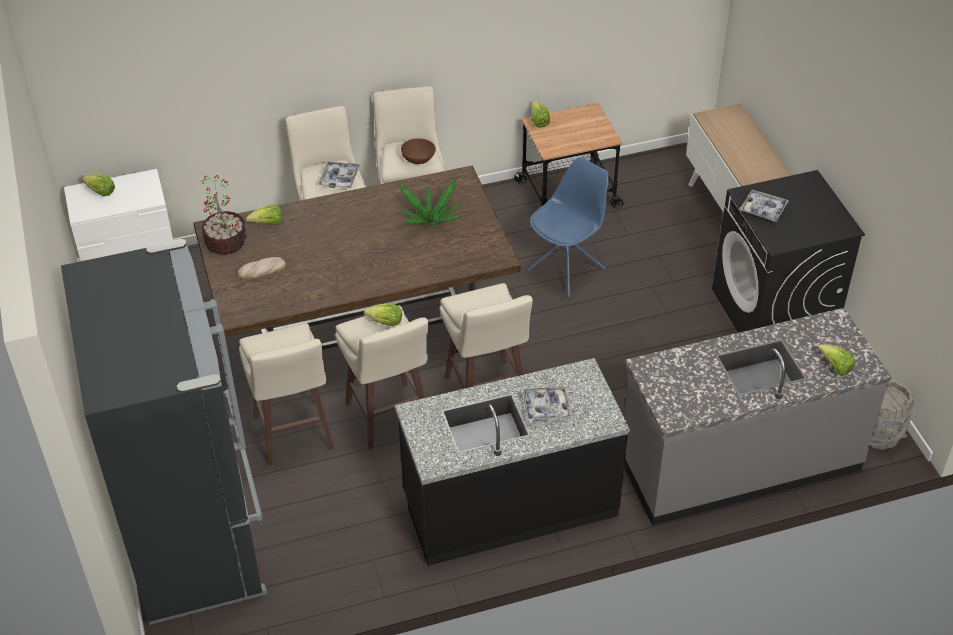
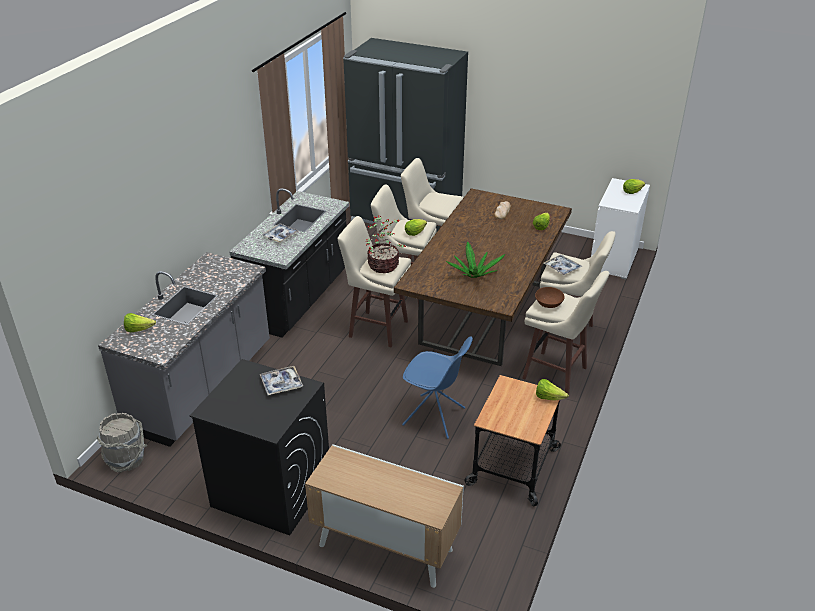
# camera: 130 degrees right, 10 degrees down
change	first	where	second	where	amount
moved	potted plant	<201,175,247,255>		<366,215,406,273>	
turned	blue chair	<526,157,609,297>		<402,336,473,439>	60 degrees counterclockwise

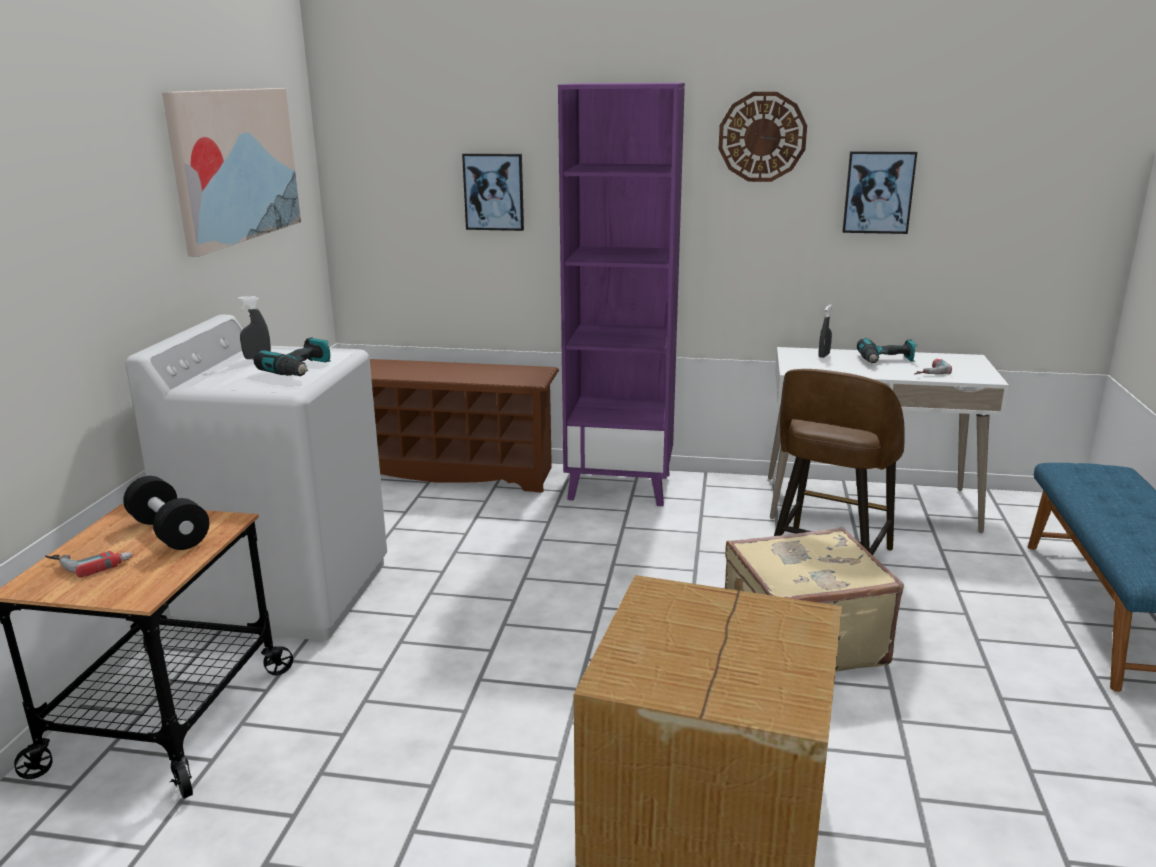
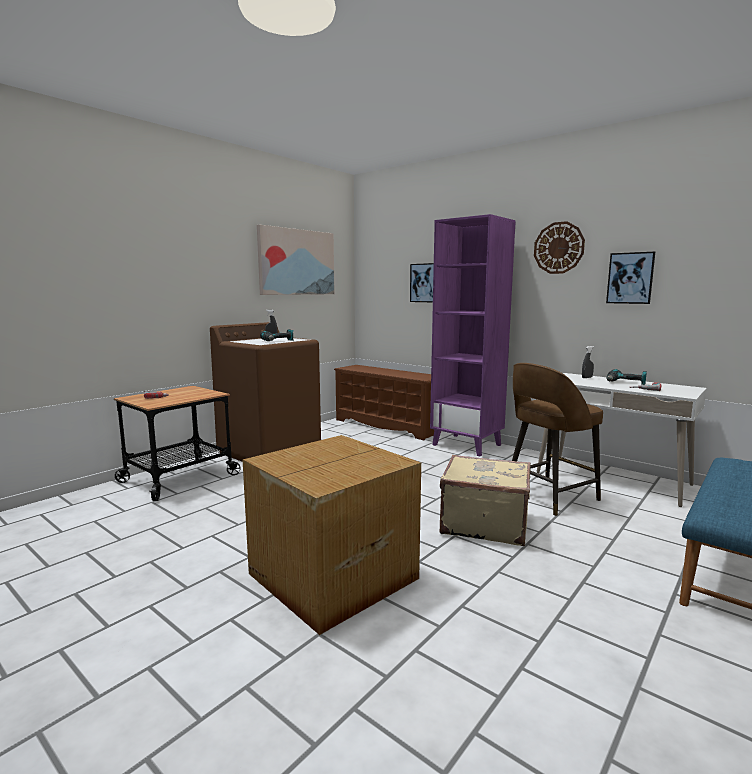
# camera: 30 degrees right, 10 degrees down
change	first	where	second	where	amount
removed	black dumbbell	<123,476,209,550>			
recoloured	white washing machine	<125,315,387,641>	brown washing machine	<210,322,321,462>	

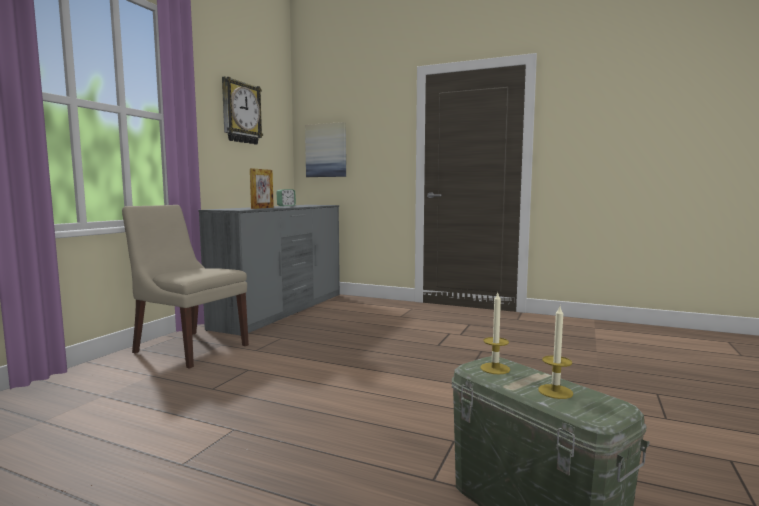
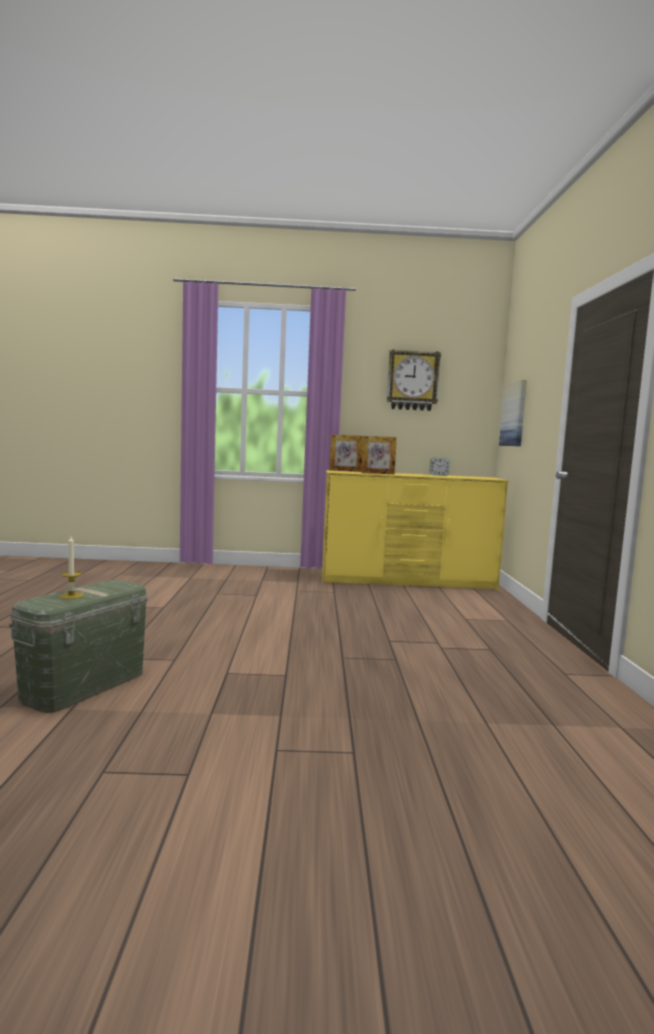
# camera: 65 degrees right, 0 degrees up
change	first	where	second	where	amount
removed	beige chair	<122,205,249,369>			
removed	candle	<480,293,510,374>			
added			picture frame	<329,435,363,472>	
recoloured	grey dresser	<198,205,340,336>	yellow dresser	<322,470,508,590>	

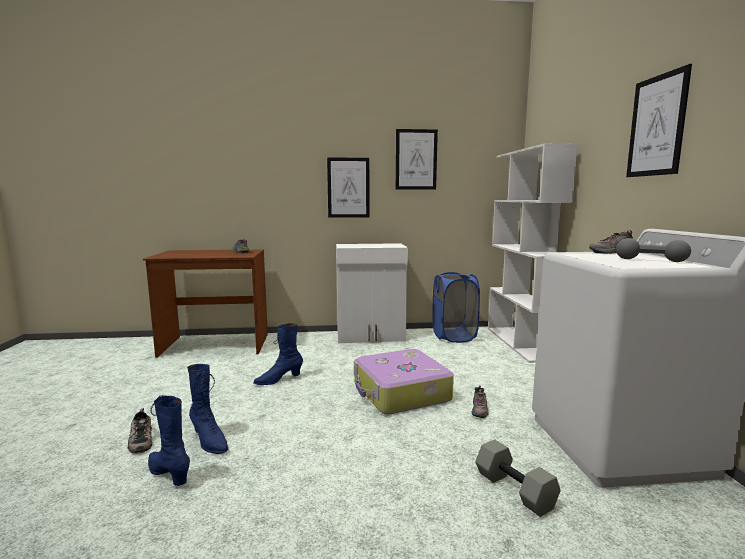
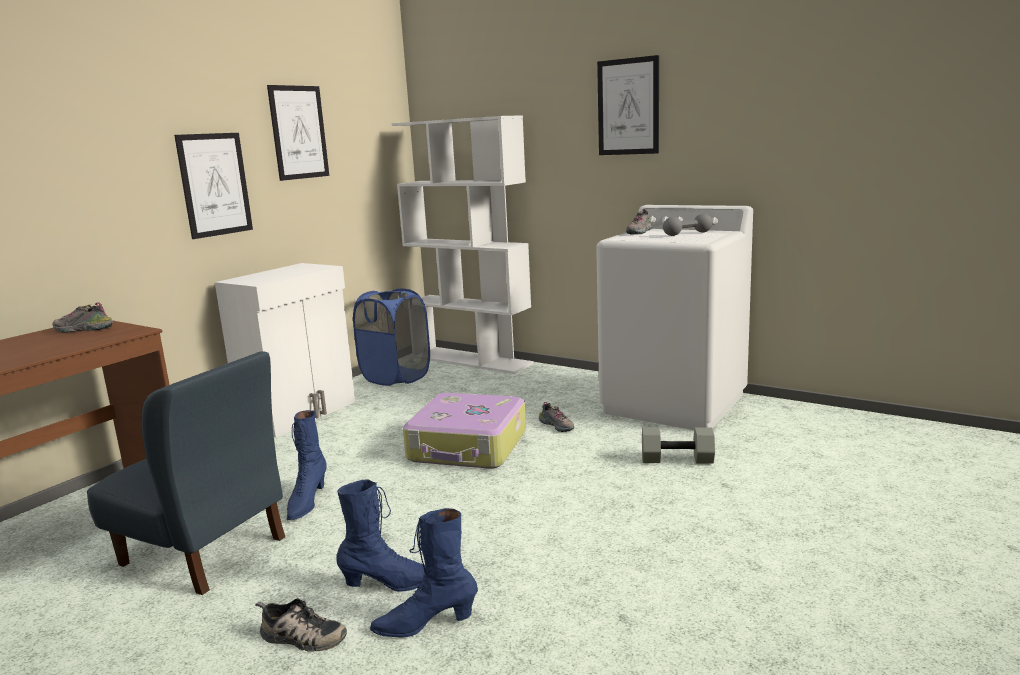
# camera: 50 degrees left, 5 degrees up
change	first	where	second	where	amount
added			blue chair	<87,351,285,595>	

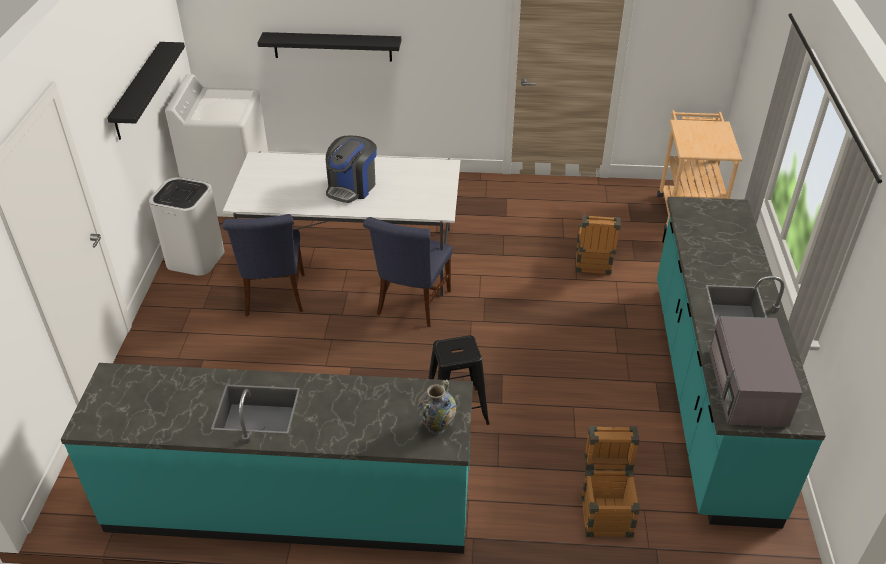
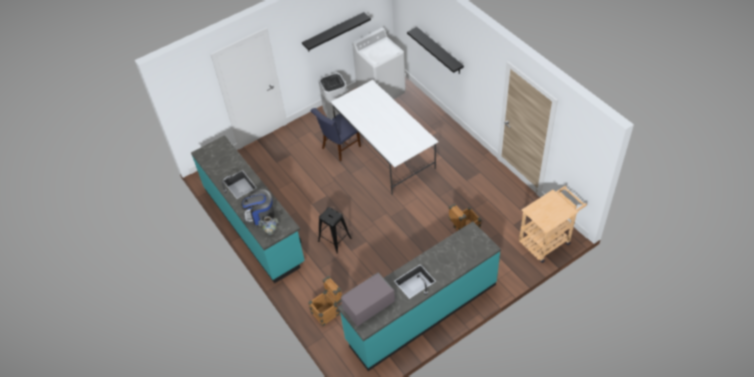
# camera: 55 degrees right, 10 degrees up
change	first	where	second	where	amount
removed	blue chair	<363,217,453,327>			
moved	coffee machine	<326,136,377,203>		<241,189,275,225>	

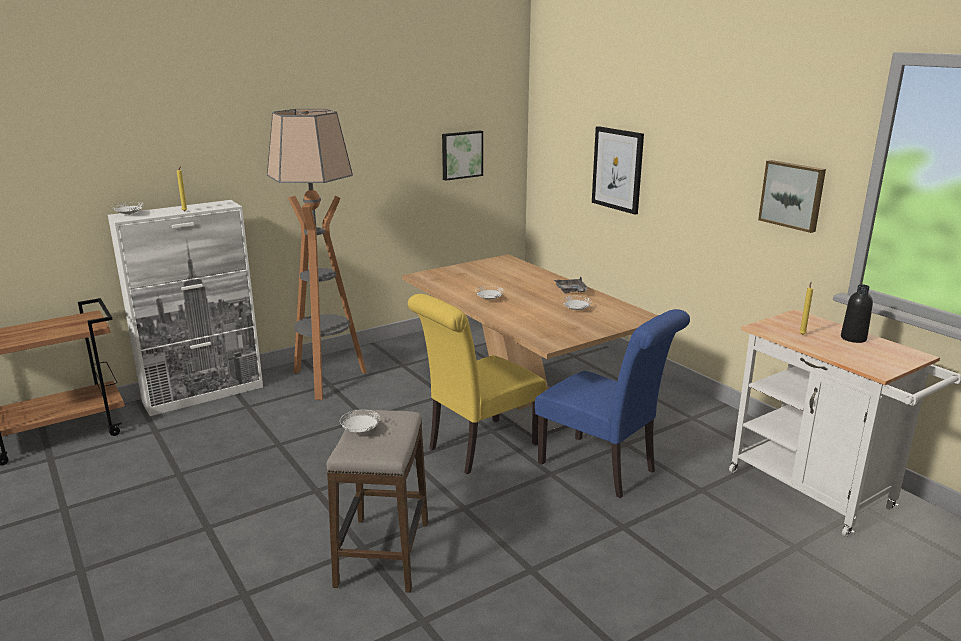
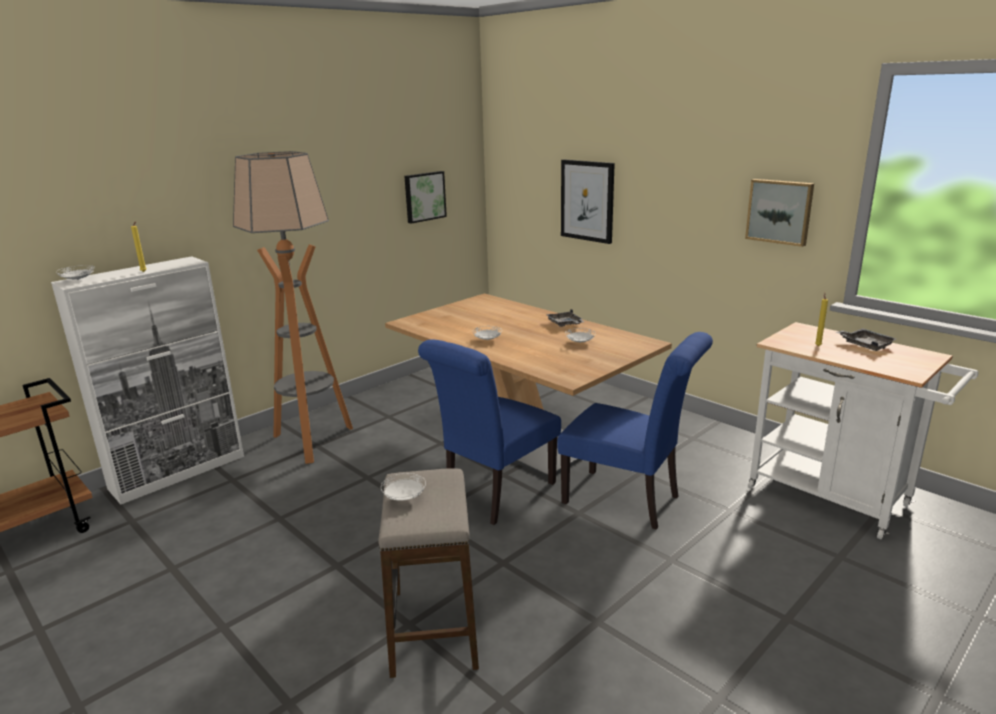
# camera: 10 degrees left, 0 degrees up
change	first	where	second	where	amount
replaced	black bottle	<841,284,873,343>	grey tray	<836,328,897,351>	
recoloured	yellow chair	<408,294,546,474>	blue chair	<418,340,561,525>	

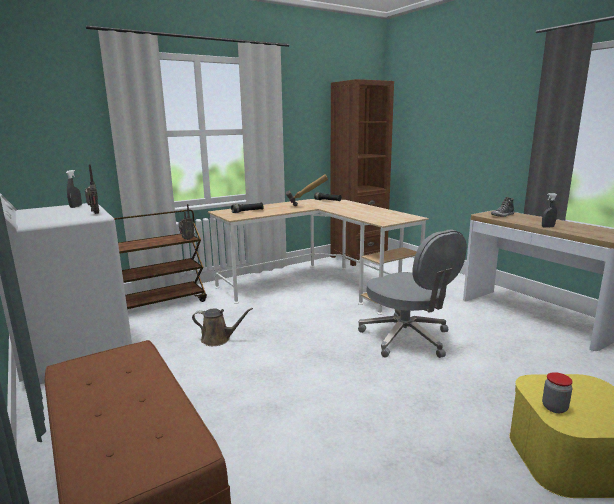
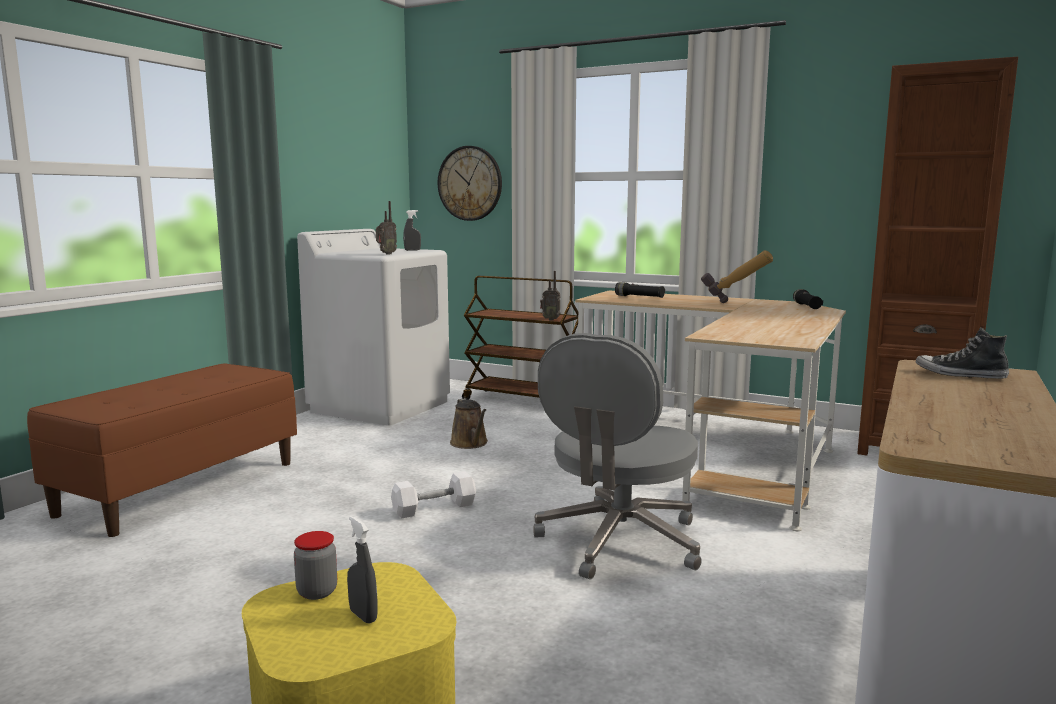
# camera: 60 degrees right, 5 degrees down
change	first	where	second	where	amount
added			white dumbbell	<391,471,476,519>	
added			wall clock	<438,146,502,221>	
moved	grey spray bottle	<542,193,557,228>		<347,516,378,624>	

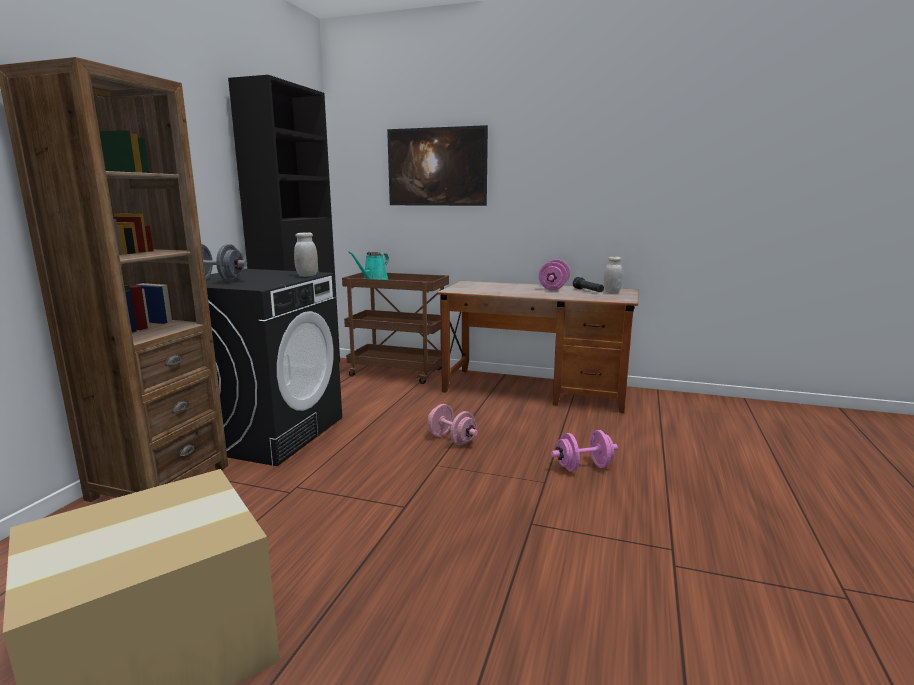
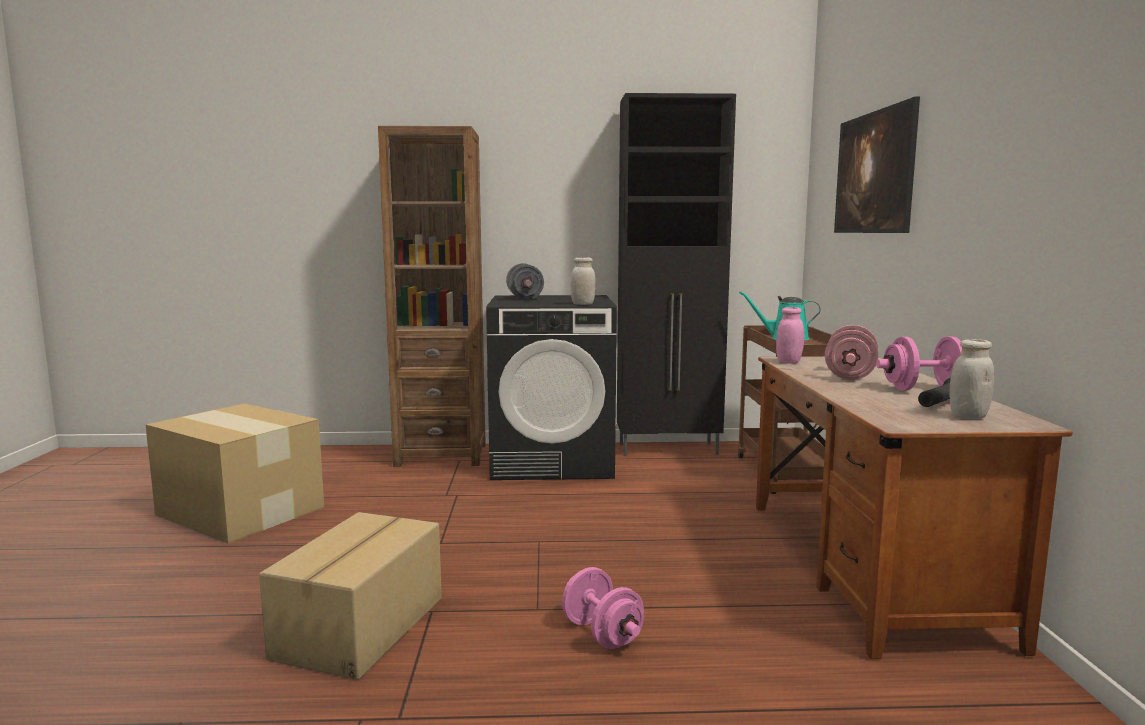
# camera: 70 degrees right, 5 degrees down
change	first	where	second	where	amount
added			cardboard box	<259,512,442,680>	
added			pink jar	<776,307,804,364>	
moved	pink dumbbell	<428,404,478,445>		<825,325,878,380>	

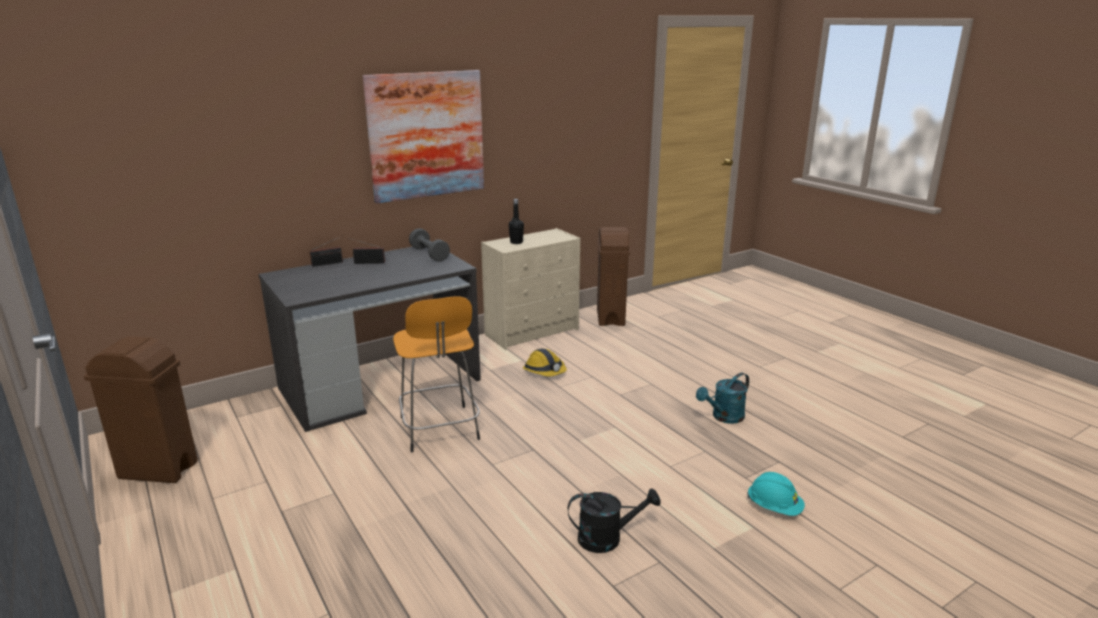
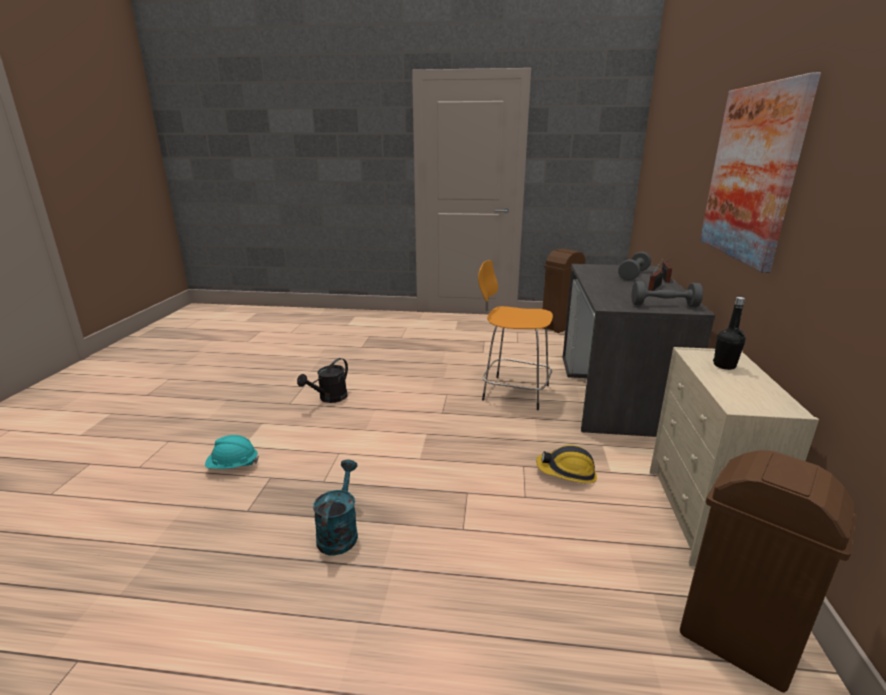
# camera: 130 degrees right, 0 degrees up
change	first	where	second	where	amount
added			grey dumbbell	<618,252,651,280>	

